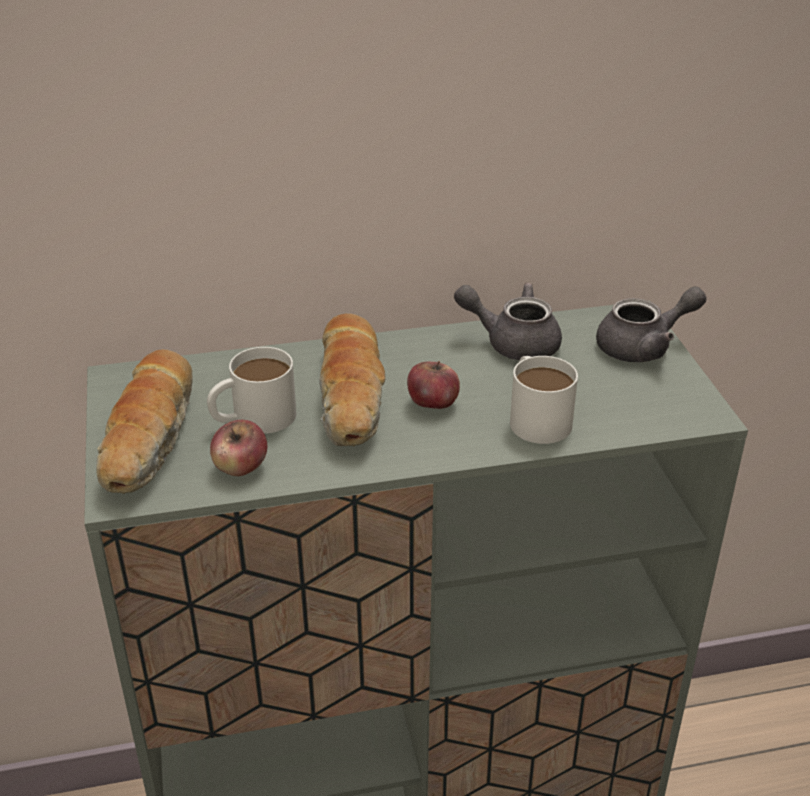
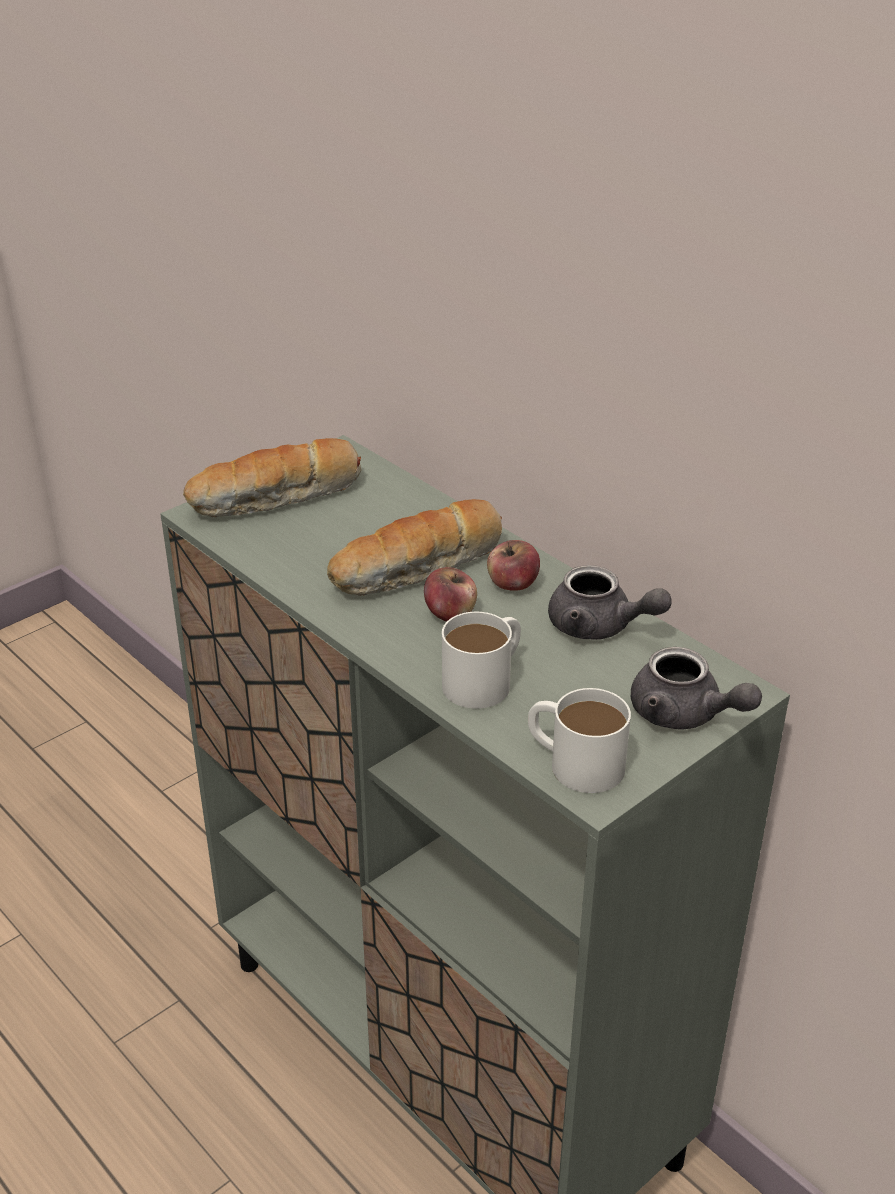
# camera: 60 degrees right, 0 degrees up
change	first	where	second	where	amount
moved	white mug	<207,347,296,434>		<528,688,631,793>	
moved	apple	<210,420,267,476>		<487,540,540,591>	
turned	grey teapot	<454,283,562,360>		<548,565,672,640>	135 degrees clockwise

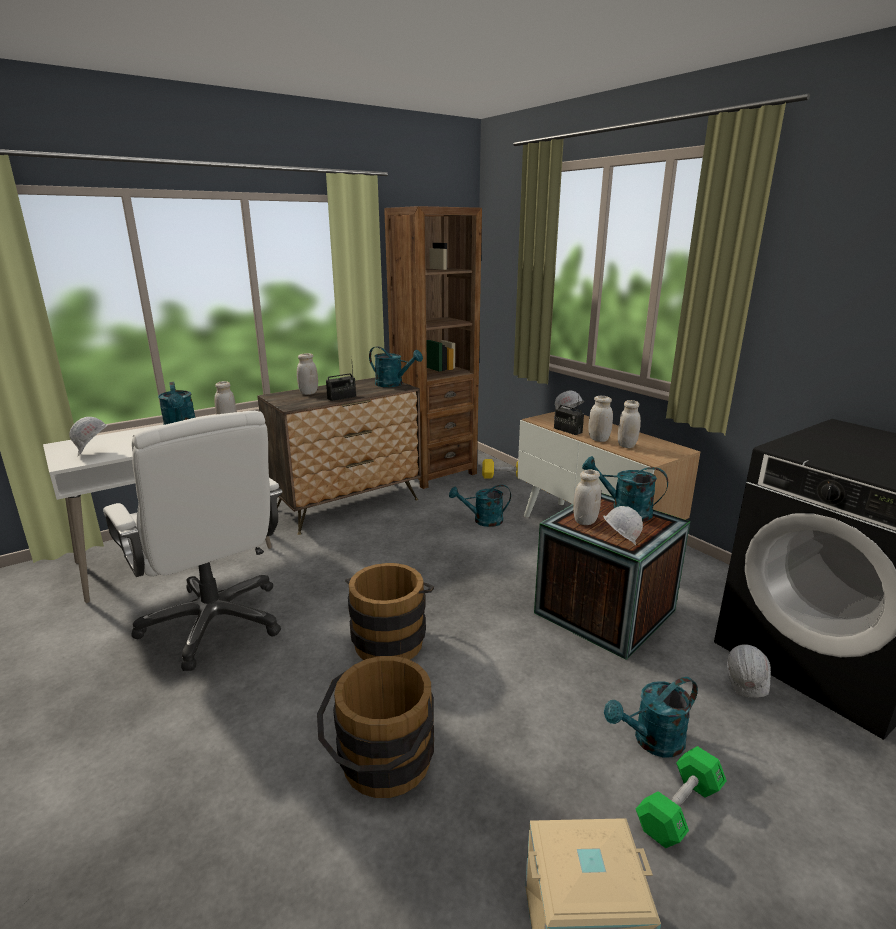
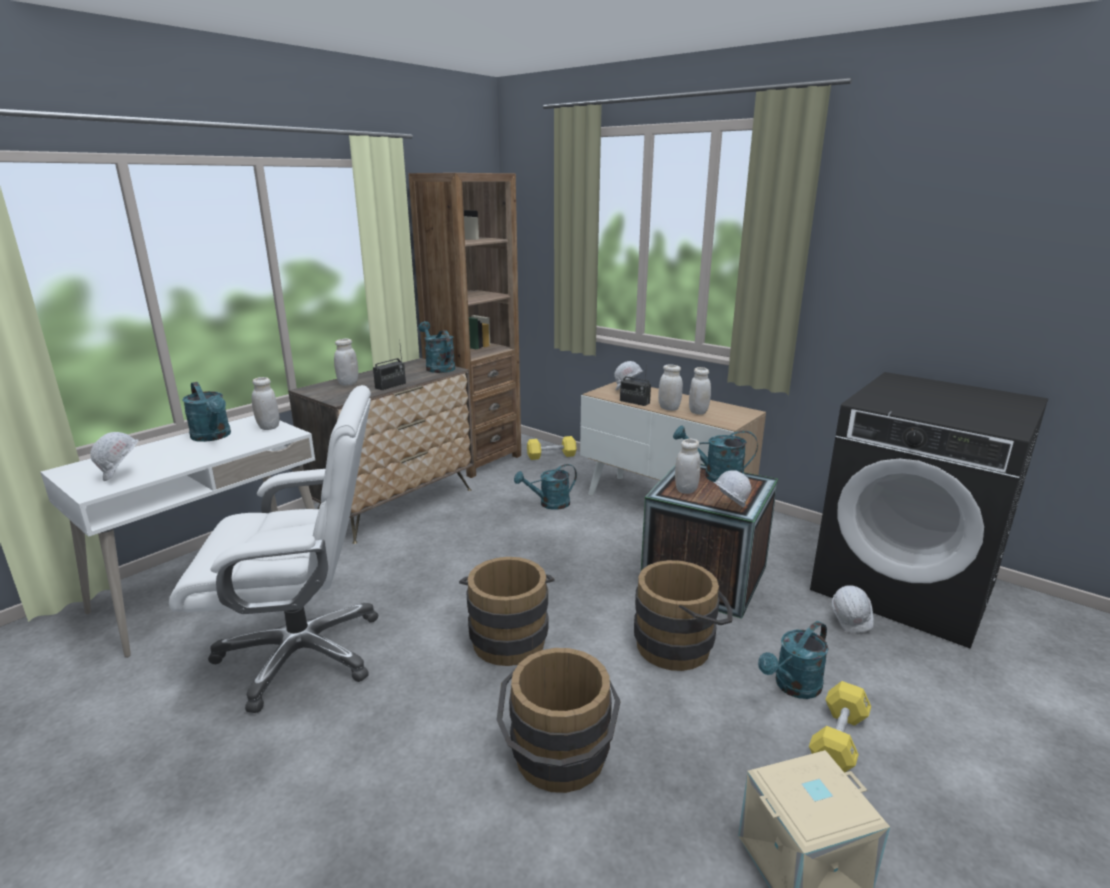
# camera: 15 degrees left, 0 degrees up
change	first	where	second	where	amount
added			brown bucket	<634,560,733,671>	
recoloured	green dumbbell	<636,746,727,848>	yellow dumbbell	<809,681,871,773>	
turned	white office chair	<103,411,283,671>		<169,385,378,713>	45 degrees counterclockwise
turned	turquoise watering can	<369,346,423,387>		<418,321,455,373>	135 degrees counterclockwise

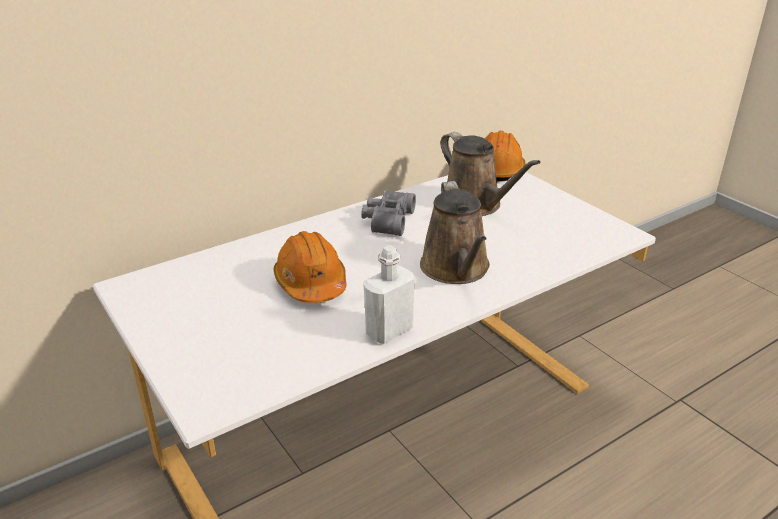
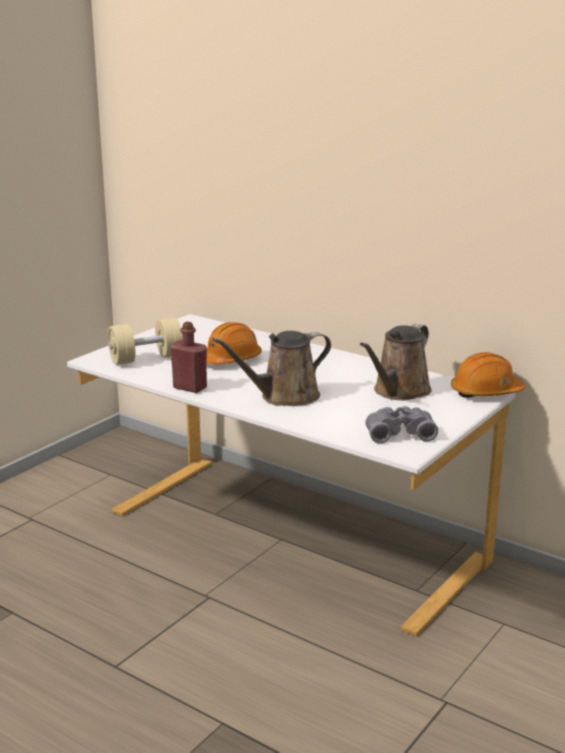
# camera: 70 degrees right, 10 degrees down
change	first	where	second	where	amount
added			beige dumbbell	<108,317,183,365>	
moved	grey binoculars	<361,190,416,236>		<365,406,438,443>	
recoloured	white bottle	<363,245,415,344>	red bottle	<170,322,207,393>	

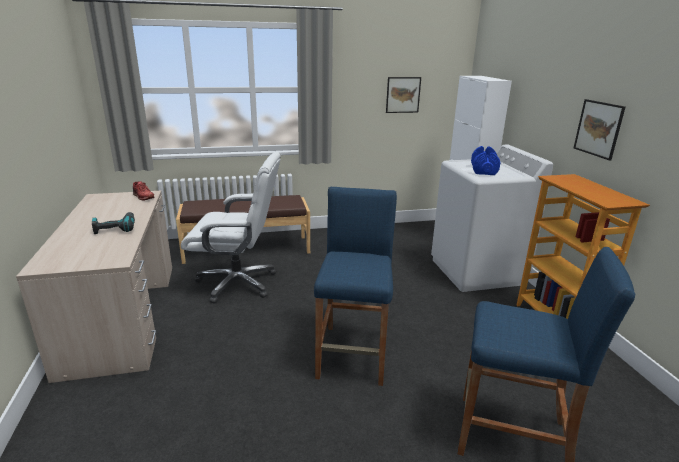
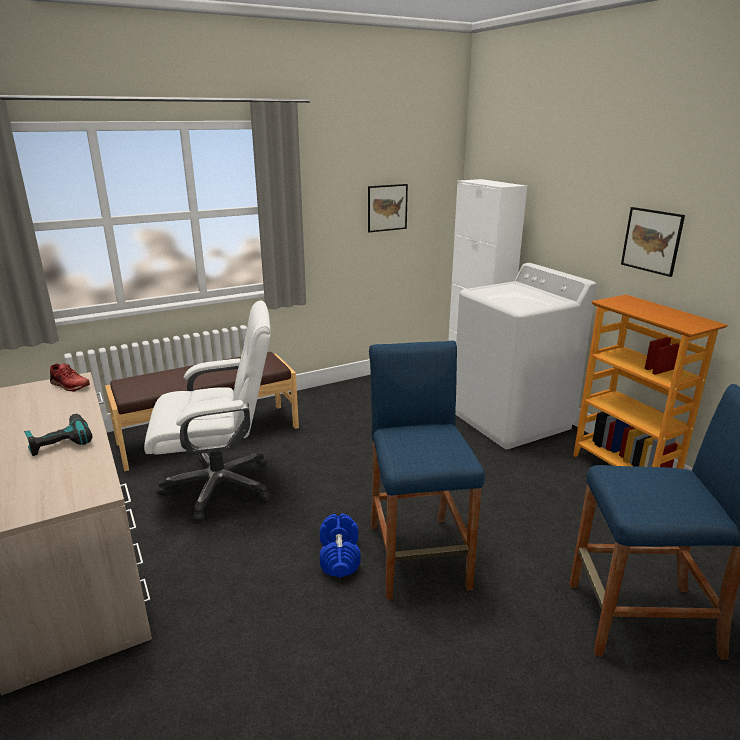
# camera: 15 degrees left, 0 degrees up
change	first	where	second	where	amount
moved	blue dumbbell	<471,146,500,175>		<320,513,361,577>	

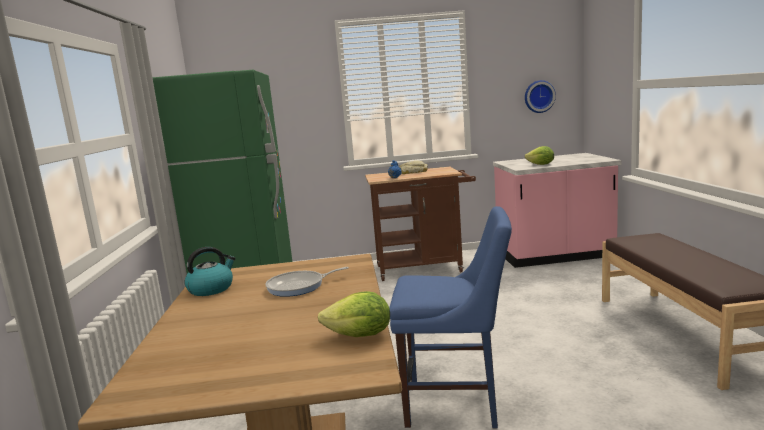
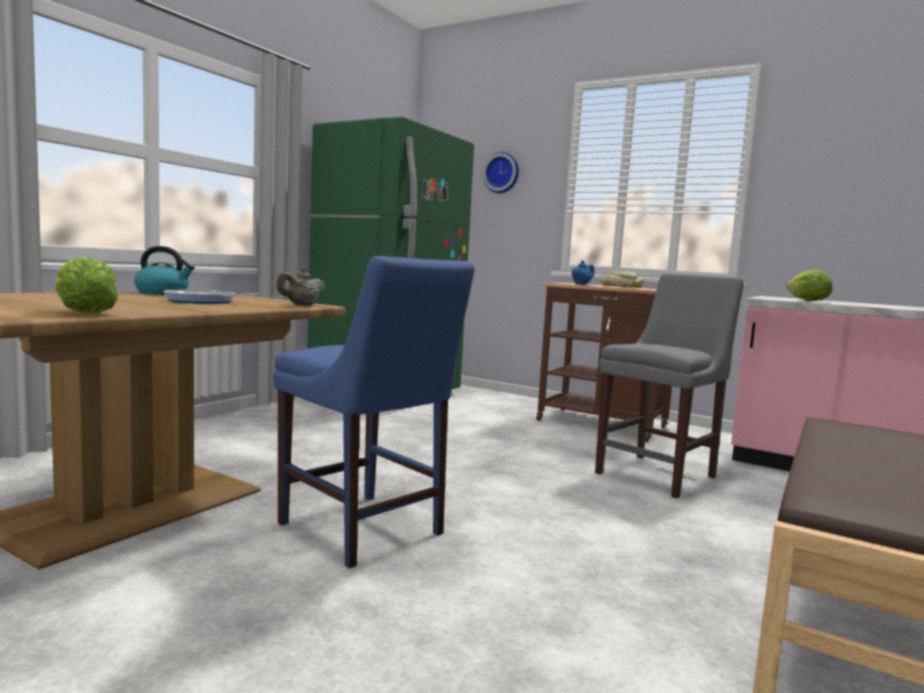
# camera: 35 degrees right, 5 degrees down
change	first	where	second	where	amount
added			beige teapot	<276,267,325,306>	
added			grey chair	<595,273,744,498>	
moved	wall clock	<525,80,556,113>		<483,152,519,193>	

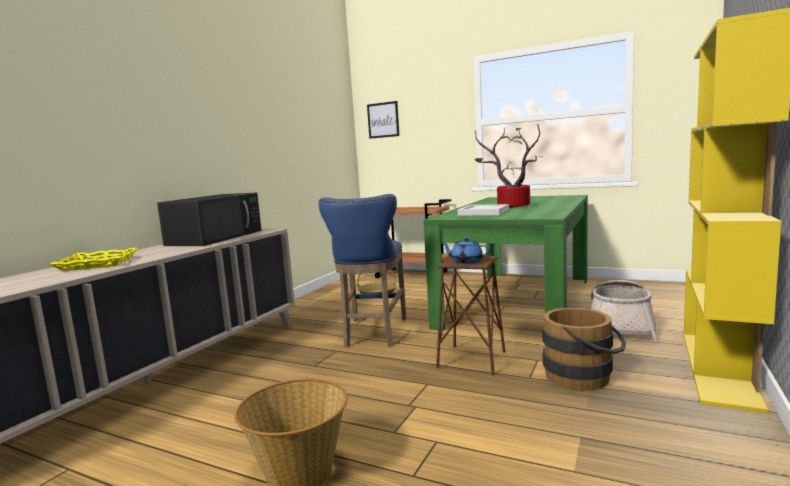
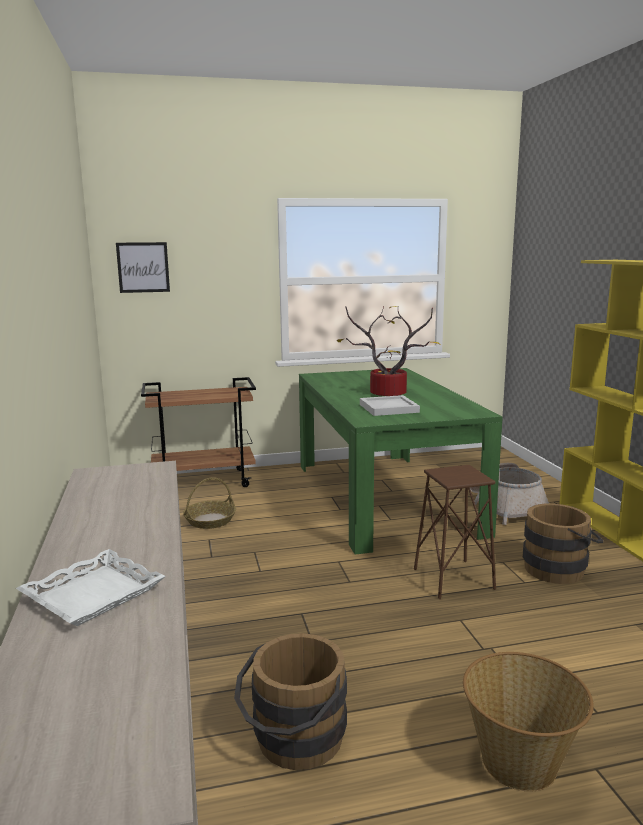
# camera: 40 degrees left, 5 degrees up
change	first	where	second	where	amount
removed	black microwave	<157,193,262,246>			
removed	blue stool	<319,194,406,347>			
removed	blue teapot	<442,237,490,264>			
added			brown bucket	<234,633,347,770>	
recoloured	yellow tray	<49,248,138,271>	white tray	<16,549,166,626>	

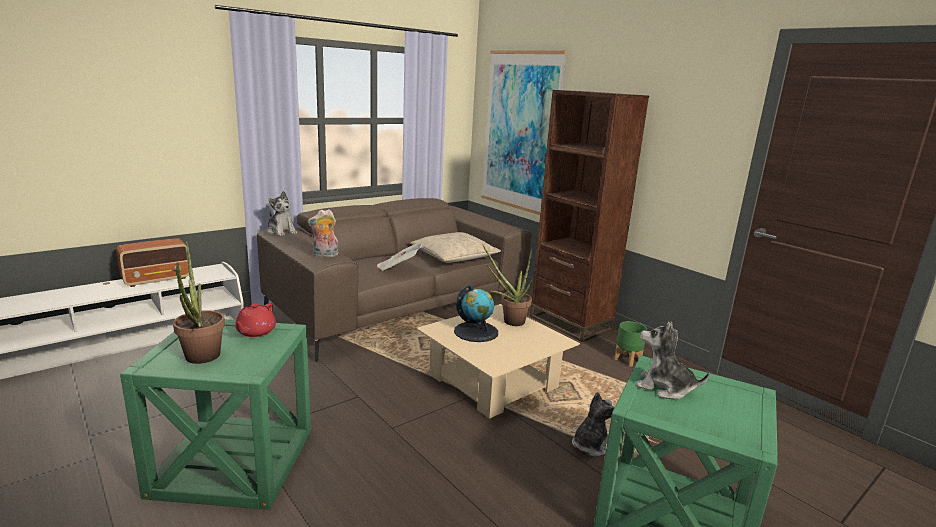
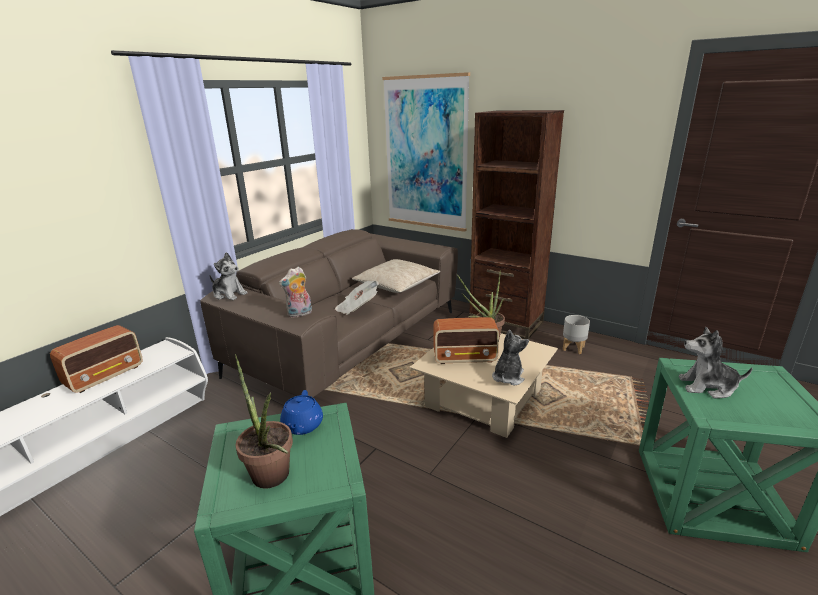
# camera: 15 degrees left, 5 degrees up
change	first	where	second	where	amount
moved	plush toy	<572,392,615,456>		<492,330,529,385>	
replaced	globe	<454,285,498,342>	radio	<433,317,499,364>	
recoloured	red teapot	<234,304,276,337>	blue teapot	<280,390,323,435>	
recoloured	green planter	<614,321,647,367>	grey planter	<563,315,590,354>	

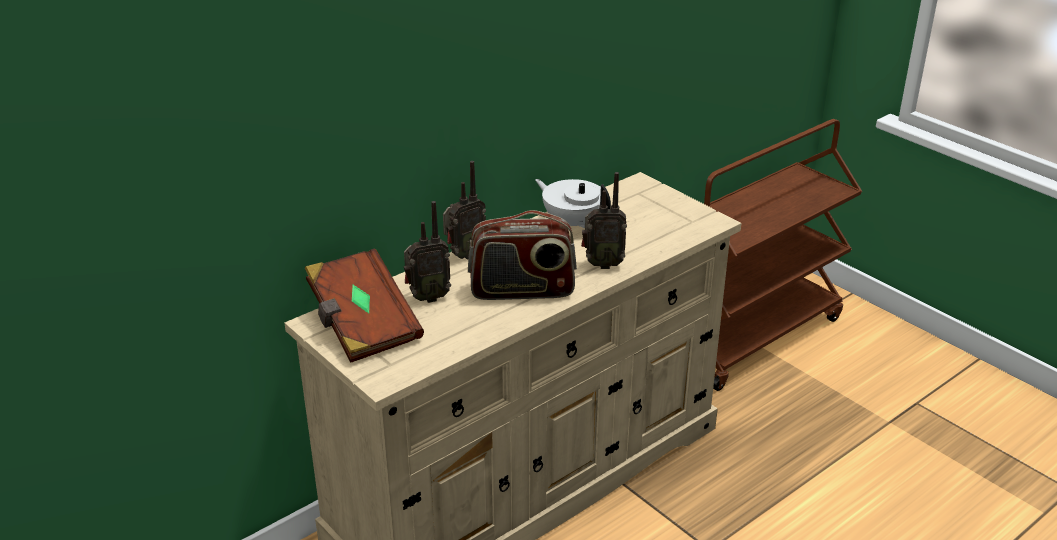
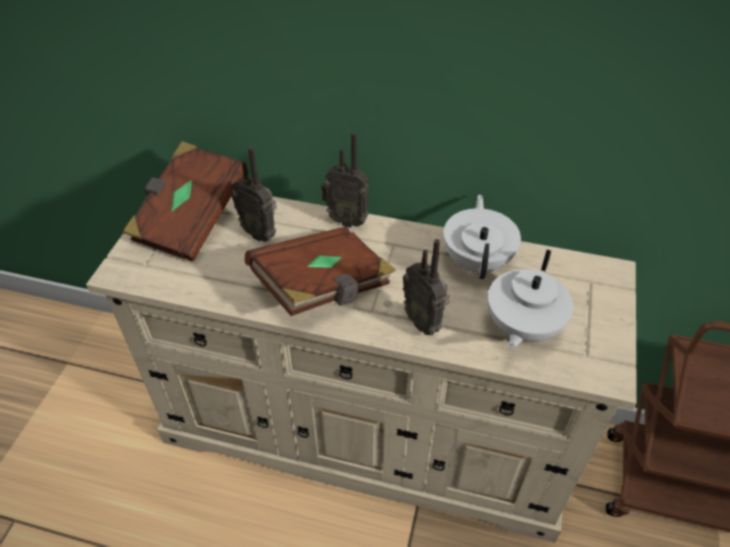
# camera: 55 degrees right, 15 degrees up
change	first	where	second	where	amount
added			white teapot	<488,249,573,349>	
replaced	radio	<468,210,577,300>	brown book	<245,227,396,316>	

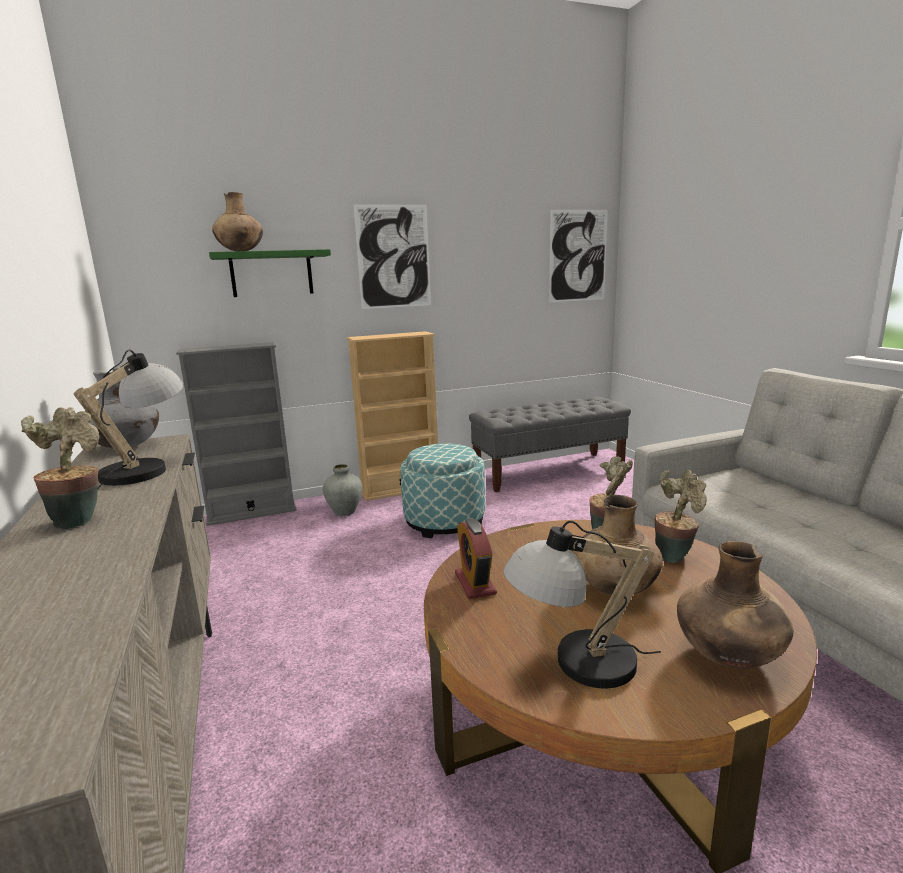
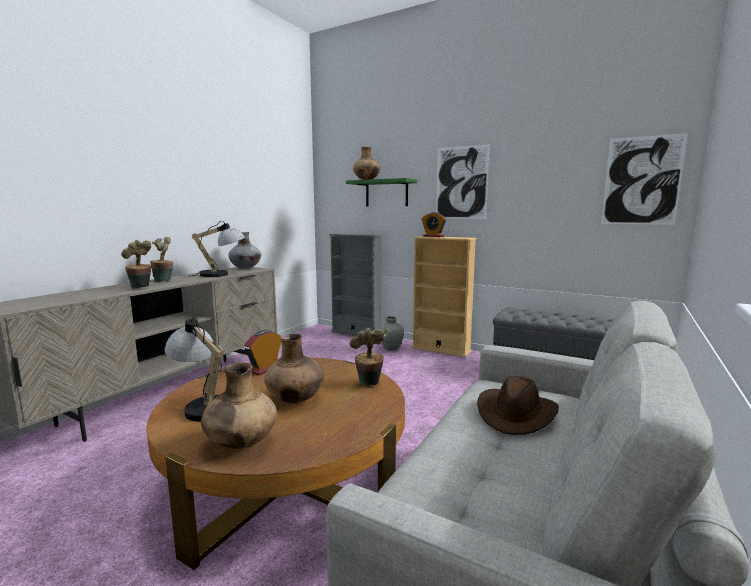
# camera: 50 degrees right, 5 degrees down
change	first	where	second	where	amount
removed	ottoman	<400,443,485,538>			
added			alarm clock	<422,212,446,237>	
added			brown hat	<477,376,559,435>	
moved	potted plant	<655,470,707,563>		<121,240,151,288>	

